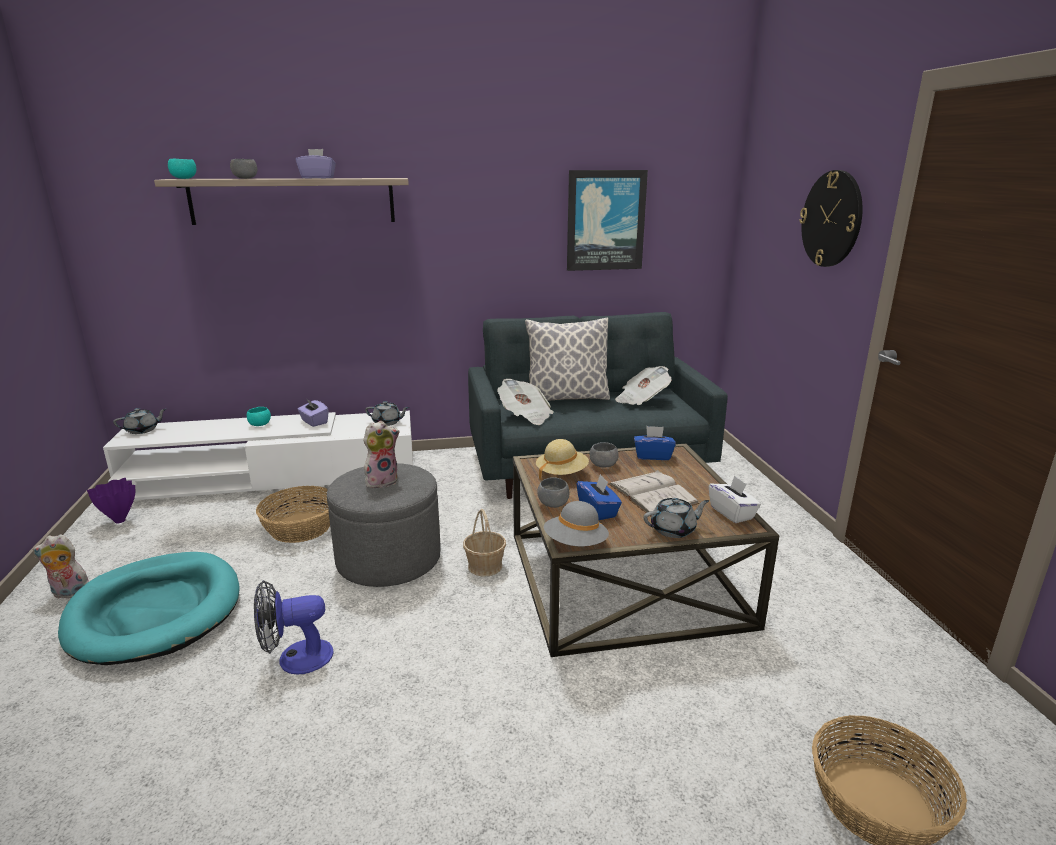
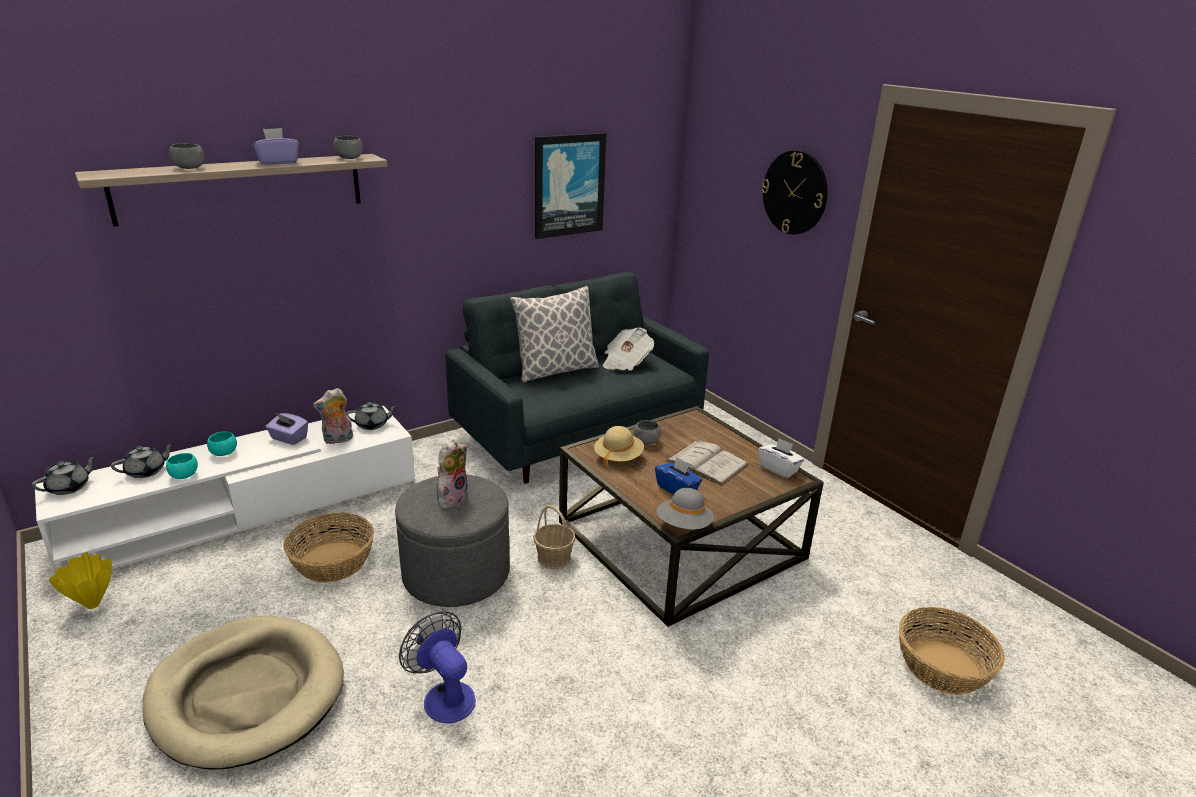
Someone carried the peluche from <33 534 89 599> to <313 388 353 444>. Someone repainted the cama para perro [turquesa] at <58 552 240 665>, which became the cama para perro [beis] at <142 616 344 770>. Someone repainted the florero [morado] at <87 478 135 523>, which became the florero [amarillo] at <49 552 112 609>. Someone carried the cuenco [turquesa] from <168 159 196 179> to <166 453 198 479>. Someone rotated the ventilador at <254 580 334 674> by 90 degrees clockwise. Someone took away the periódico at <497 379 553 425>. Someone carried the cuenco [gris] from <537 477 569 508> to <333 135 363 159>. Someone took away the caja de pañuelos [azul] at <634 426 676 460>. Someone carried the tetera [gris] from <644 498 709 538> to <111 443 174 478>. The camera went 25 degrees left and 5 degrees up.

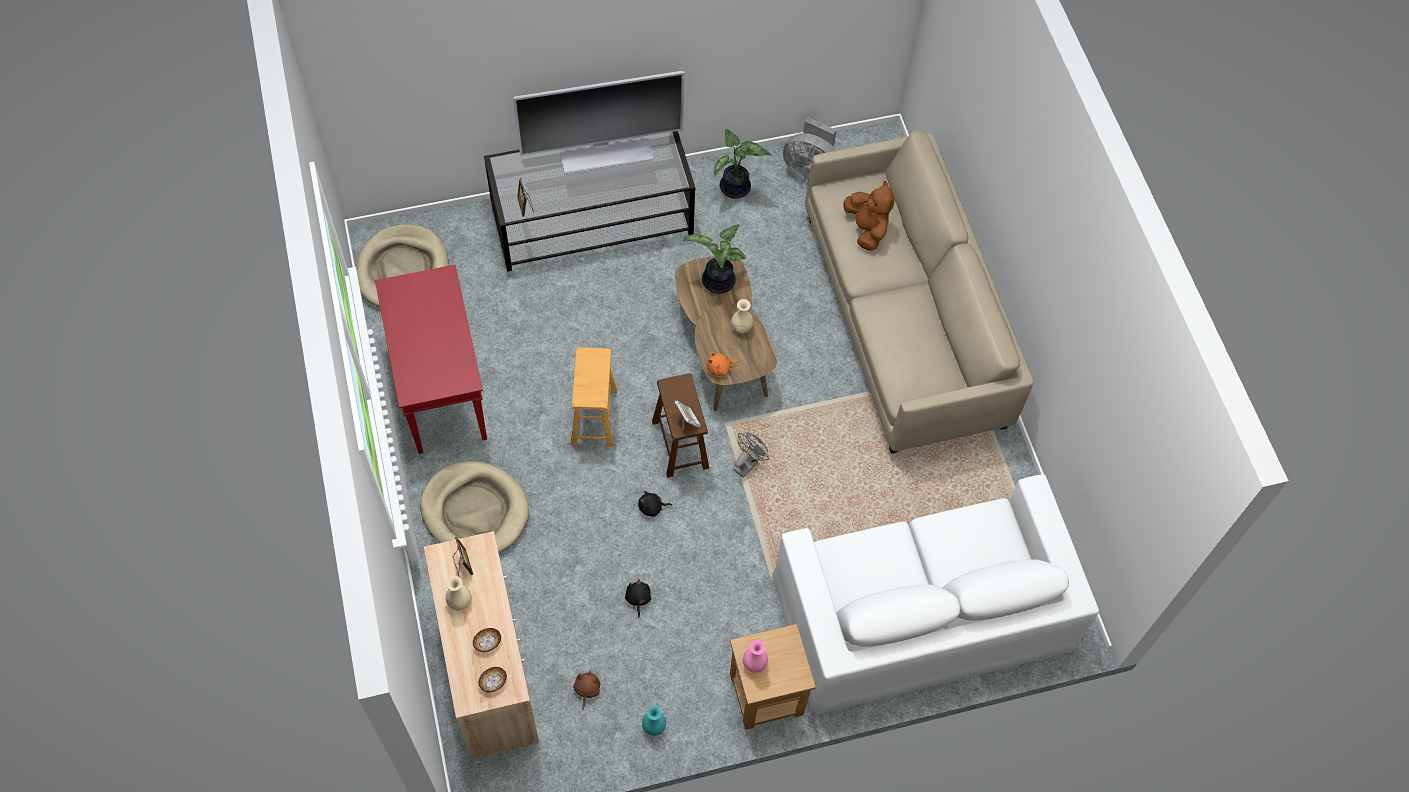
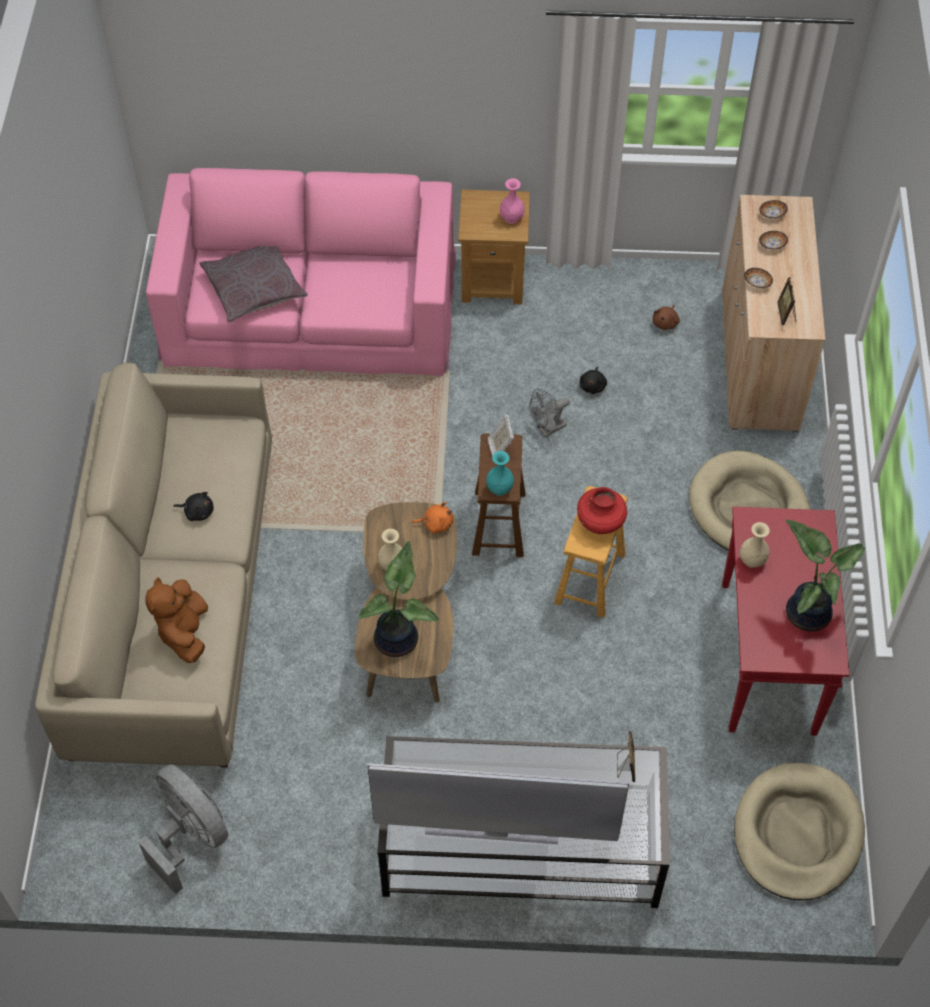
Someone carried the florero [beis] from <446 576 472 611> to <740 522 770 568>. Someone carried the peluche [negro] from <638 491 672 517> to <173 492 214 521>. Someone carried the florero [turquesa] from <642 705 666 736> to <486 451 514 496>. Someone carried the planta en maceta from <714 129 771 198> to <786 520 866 631>. Someone carried the ventilador [gris] from <733 433 769 478> to <529 389 570 437>. Someone repainted the sofá [blanco] at <772 474 1099 715>, which became the sofá [rosa] at <146 168 456 376>. Someone put down the cojín [gris] at <199 246 308 322>. Someone put down the florero [rojo] at <577 487 627 534>. Someone put down the cuenco at <744 268 773 288>. The camera went 160 degrees left and 5 degrees down.

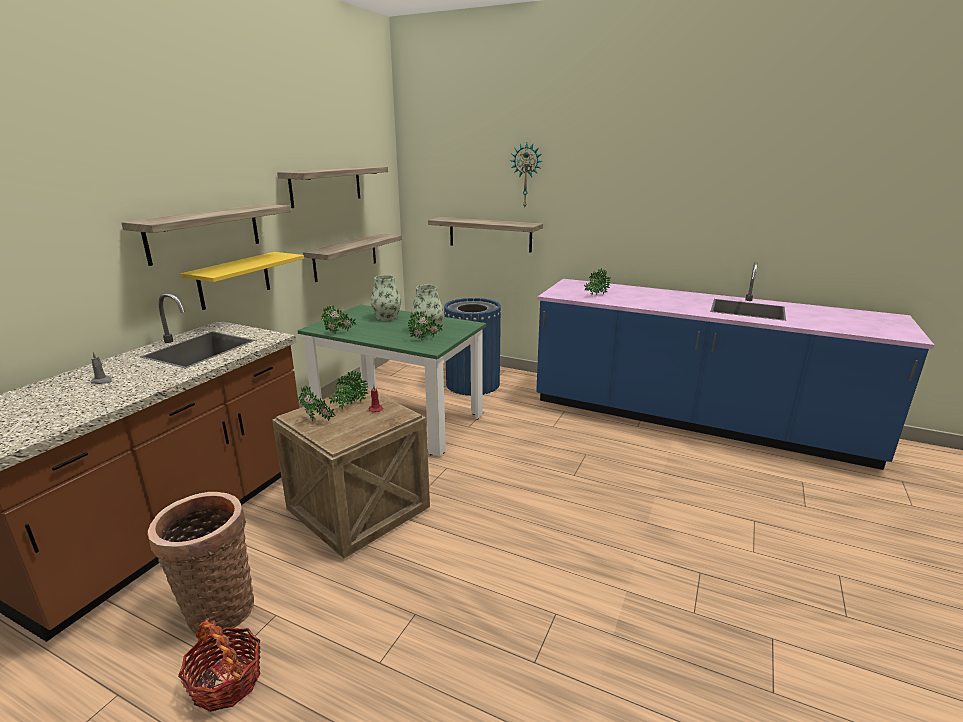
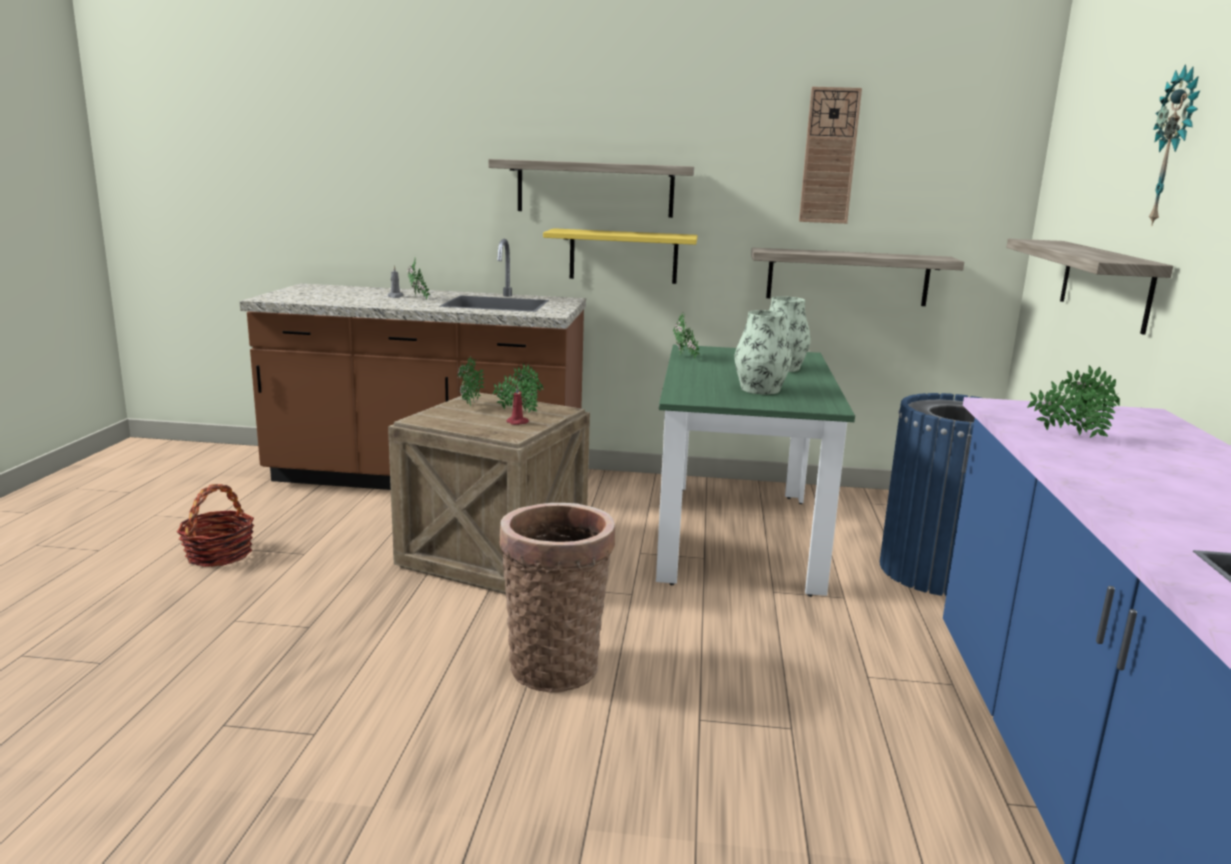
Someone carried the cesta from <147 492 254 635> to <500 503 615 693>. Someone swapped the estante at <277 166 388 208> for the reloj de pared at <799 87 862 224>. Someone carried the planta en maceta from <408 311 443 341> to <407 258 431 299>. The camera went 70 degrees right and 5 degrees down.

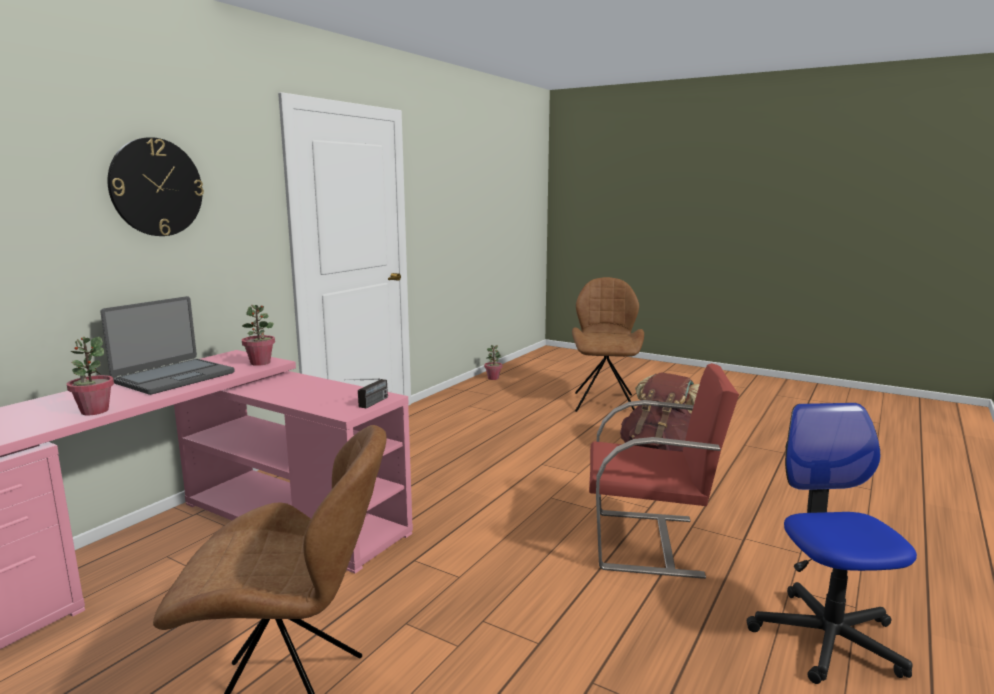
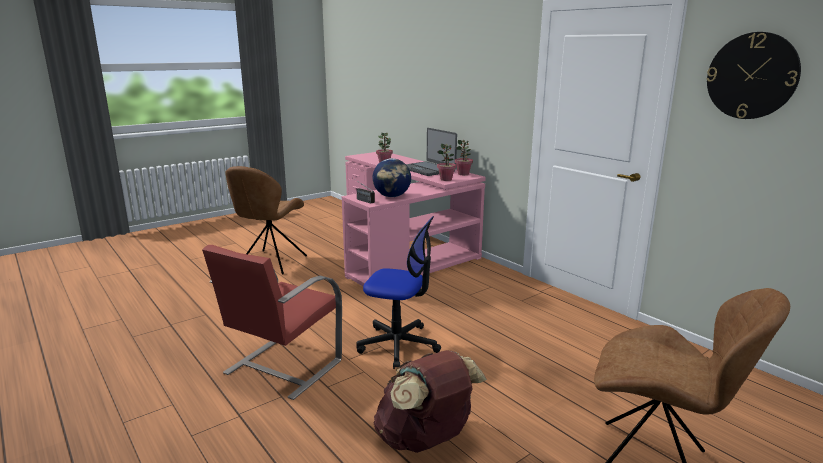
Someone carried the reloj de pared from <108 137 204 236> to <706 32 801 119>. Someone carried the planta en maceta from <484 345 502 380> to <455 140 473 175>. Someone carried the silla de oficina from <747 403 917 684> to <356 216 441 369>. Someone put down the globo terráqueo at <373 158 411 197>. The camera went 110 degrees right and 5 degrees up.

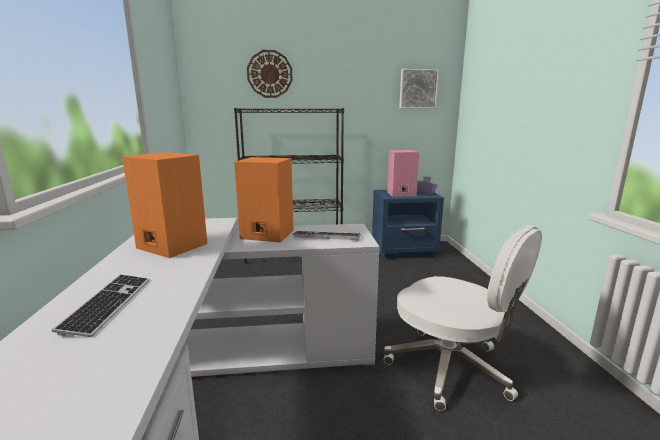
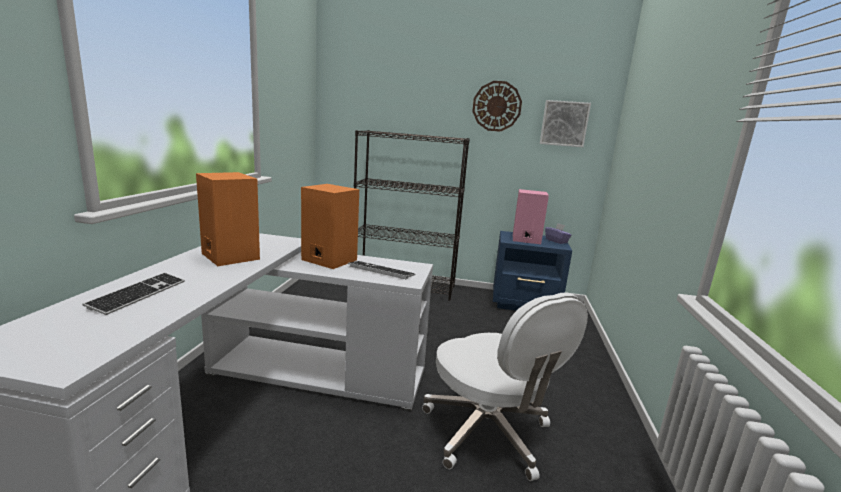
Someone carried the reloj de pared from <247 50 292 98> to <472 81 522 132>. The camera went 15 degrees right and 0 degrees up.

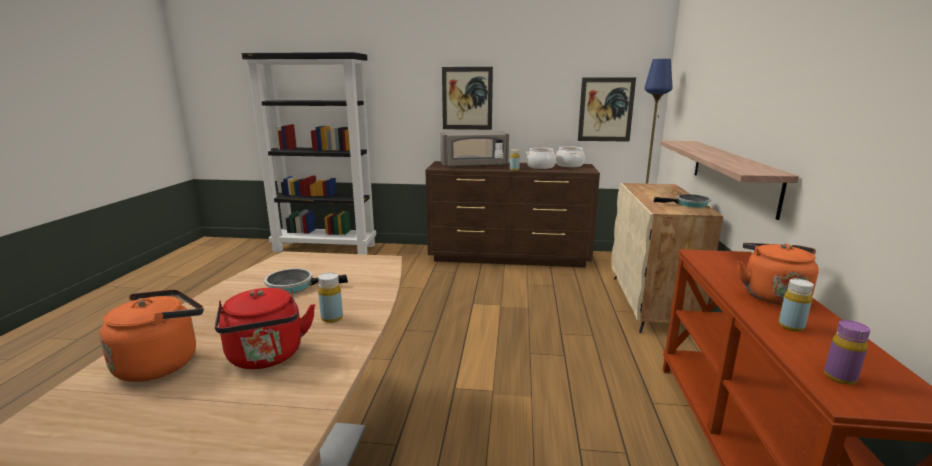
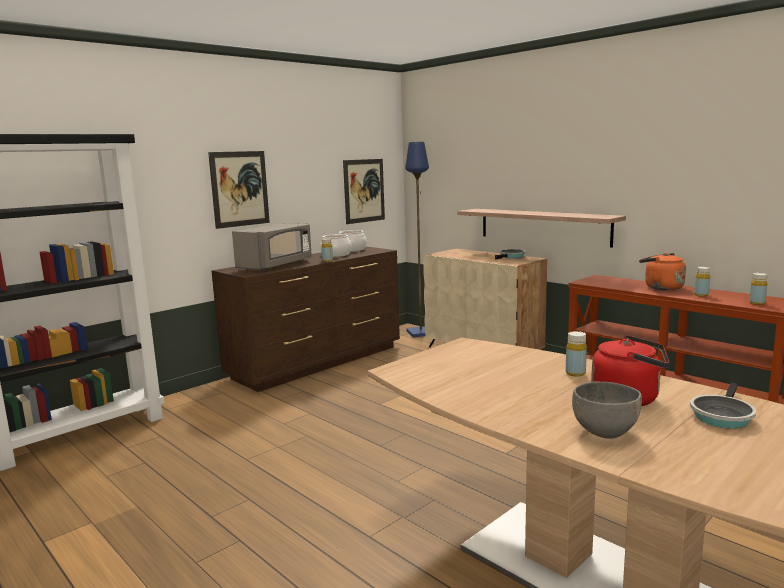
Someone swapped the hervidor [naranja] at <99 289 203 382> for the cuenco [gris] at <572 381 642 439>. Someone carried the sartén from <264 268 348 294> to <690 383 756 428>. Someone repainted the botella [morado] at <824 320 870 385>, which became the botella [amarillo] at <749 273 767 305>. The camera went 50 degrees left and 5 degrees down.

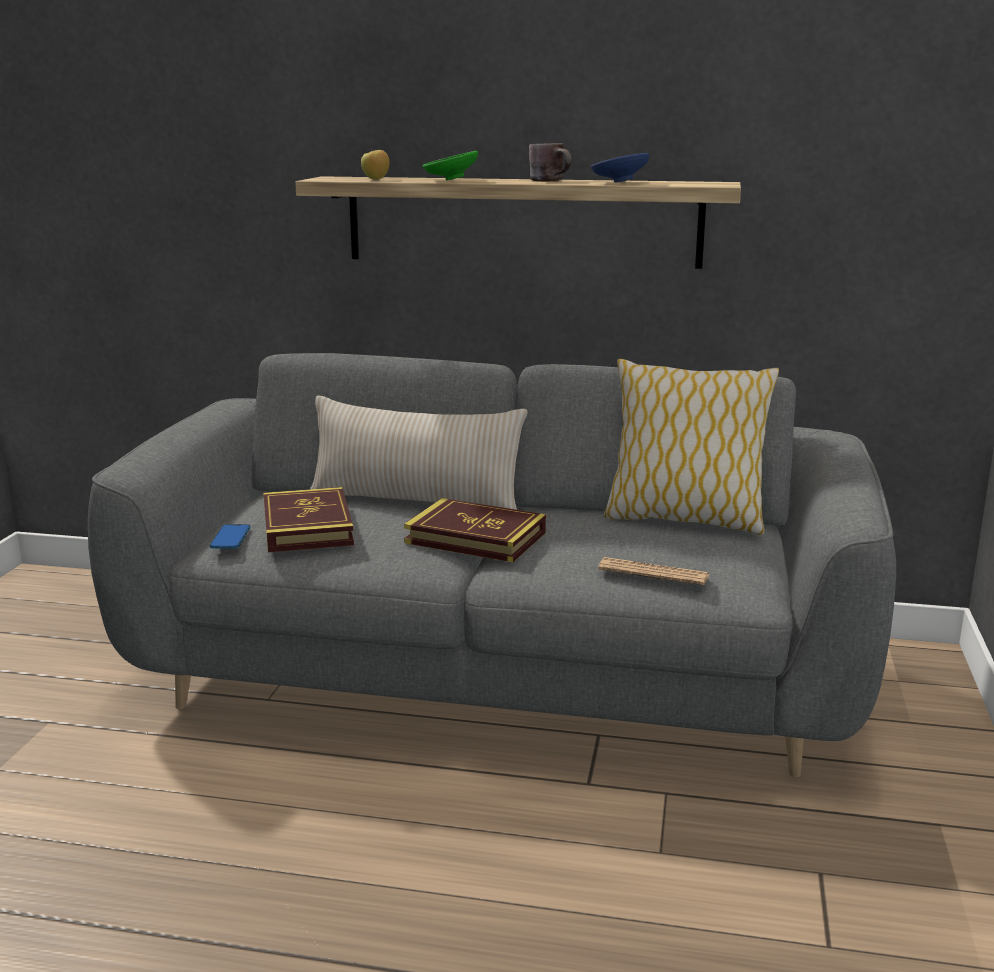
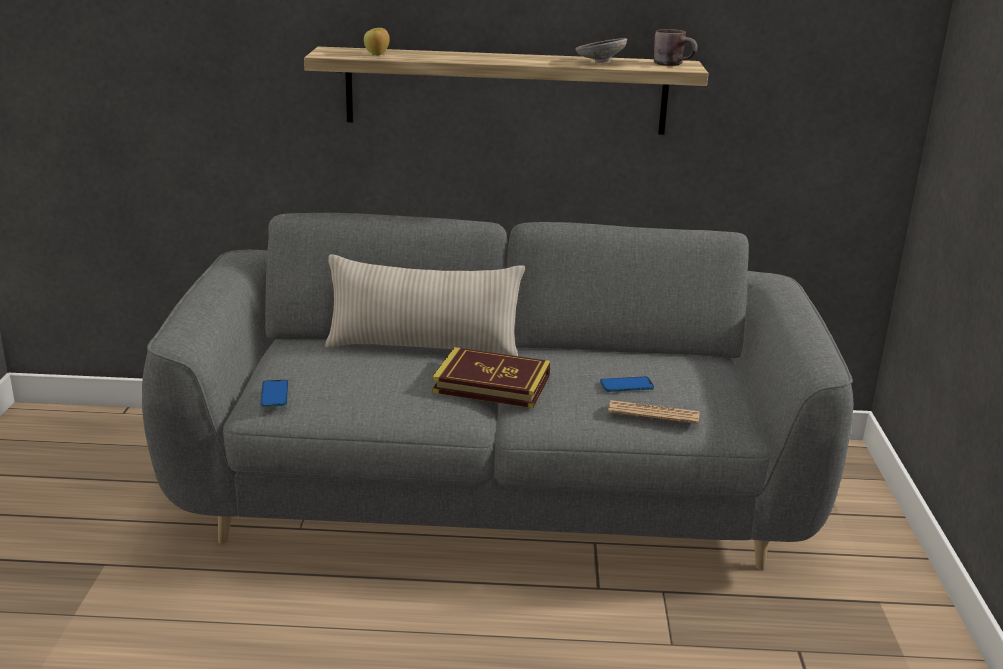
Someone took away the libro at <264 487 354 552>. Someone took away the cuenco [verde] at <423 151 478 181>. Someone carried the taza grande [marrón] from <529 143 571 182> to <654 29 697 66>. Someone repainted the cuenco [azul] at <591 153 650 183>, which became the cuenco [gris] at <575 38 627 63>. Someone took away the cojín at <604 359 779 535>. Someone put down the móvil at <600 377 654 392>. The camera went 10 degrees left and 5 degrees up.

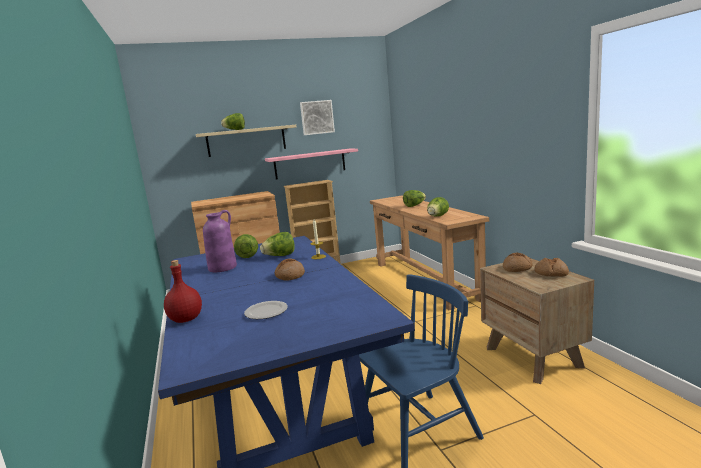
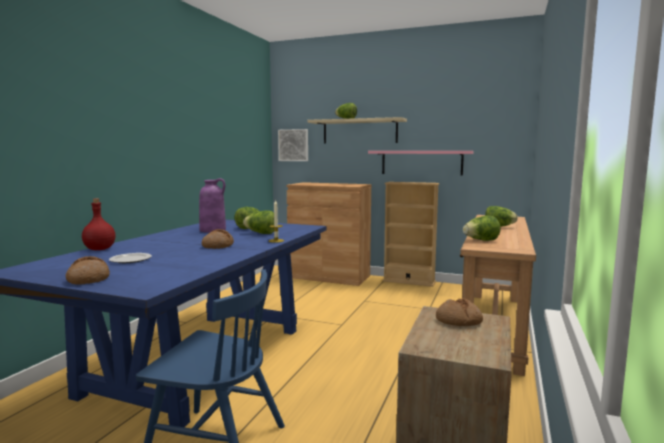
Someone carried the cuadro from <300 100 335 135> to <278 129 308 161>. Someone carried the pan from <534 258 569 277> to <66 256 110 285>. The camera went 40 degrees right and 5 degrees down.

